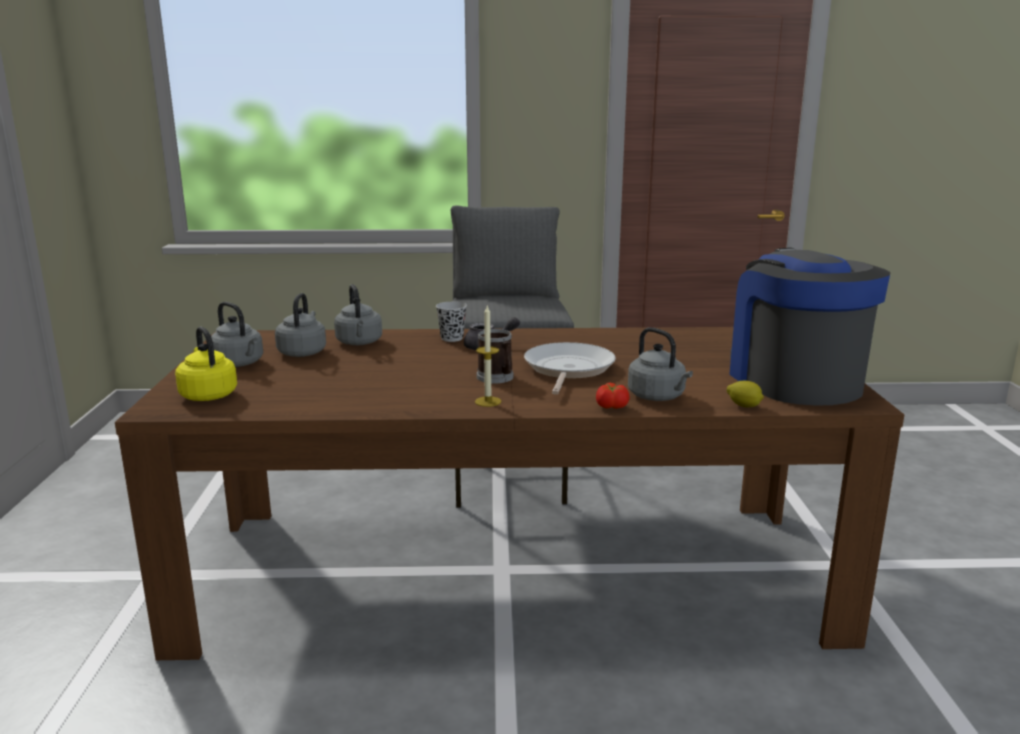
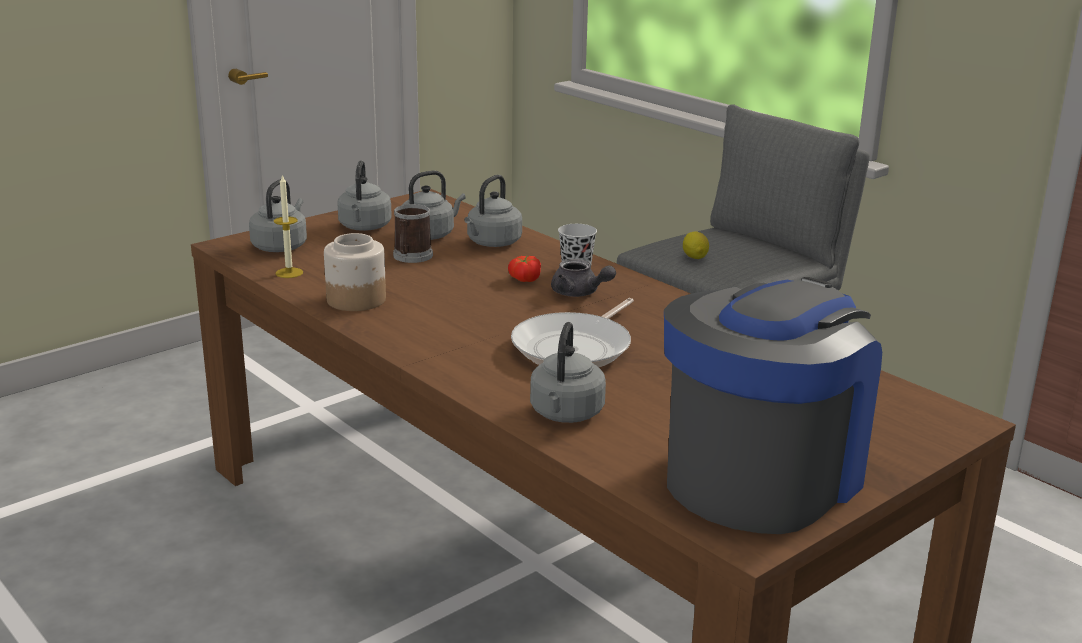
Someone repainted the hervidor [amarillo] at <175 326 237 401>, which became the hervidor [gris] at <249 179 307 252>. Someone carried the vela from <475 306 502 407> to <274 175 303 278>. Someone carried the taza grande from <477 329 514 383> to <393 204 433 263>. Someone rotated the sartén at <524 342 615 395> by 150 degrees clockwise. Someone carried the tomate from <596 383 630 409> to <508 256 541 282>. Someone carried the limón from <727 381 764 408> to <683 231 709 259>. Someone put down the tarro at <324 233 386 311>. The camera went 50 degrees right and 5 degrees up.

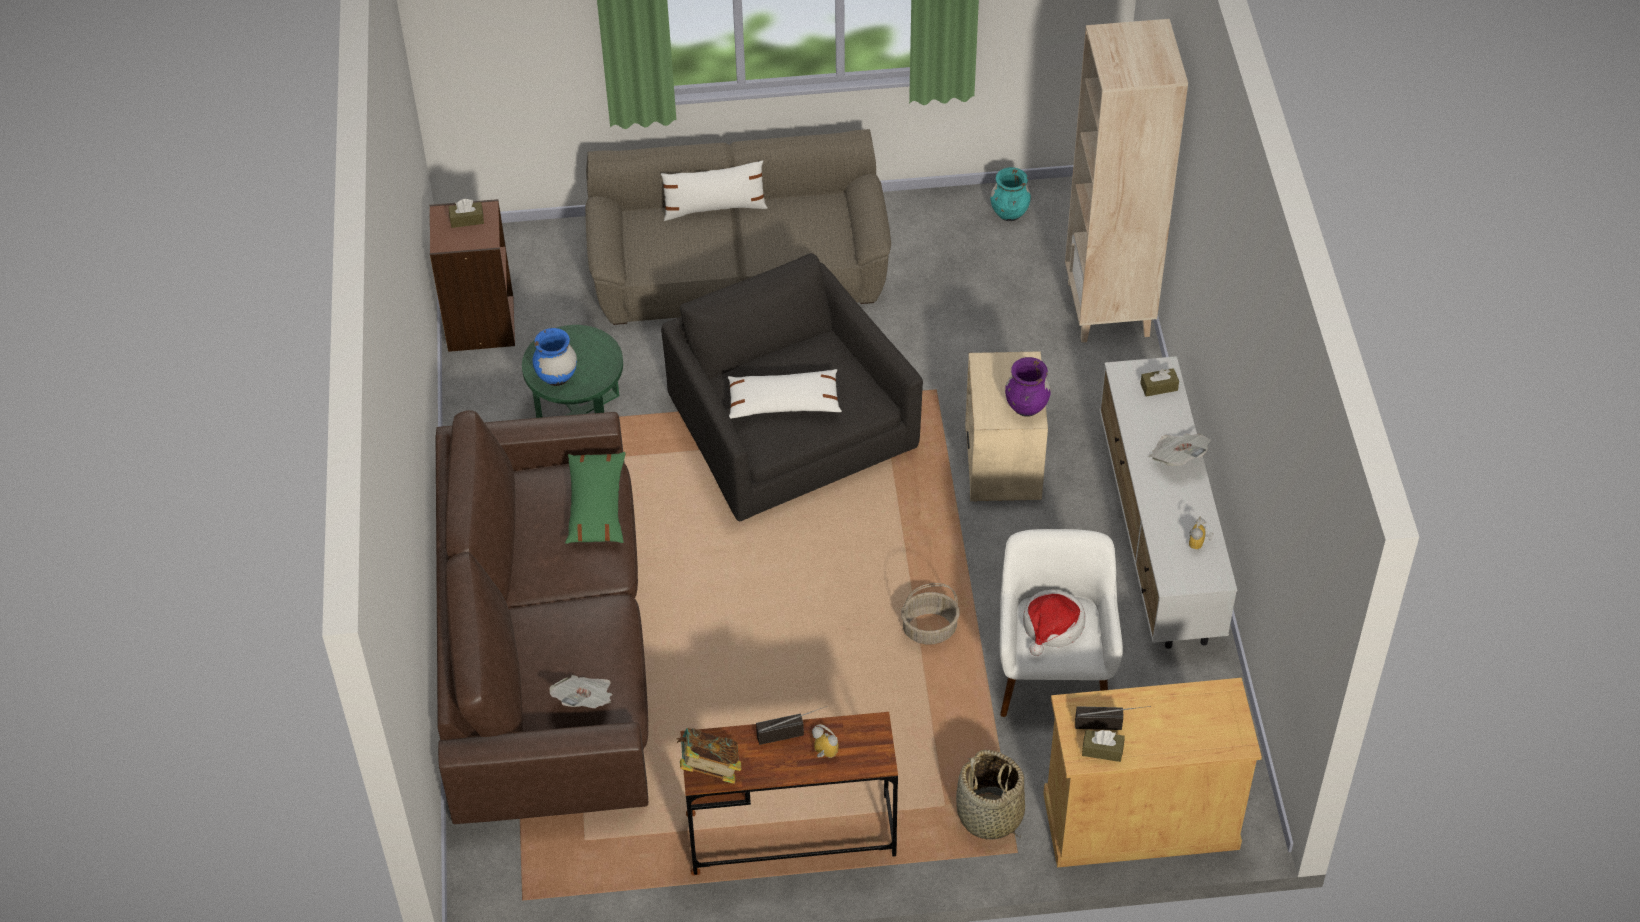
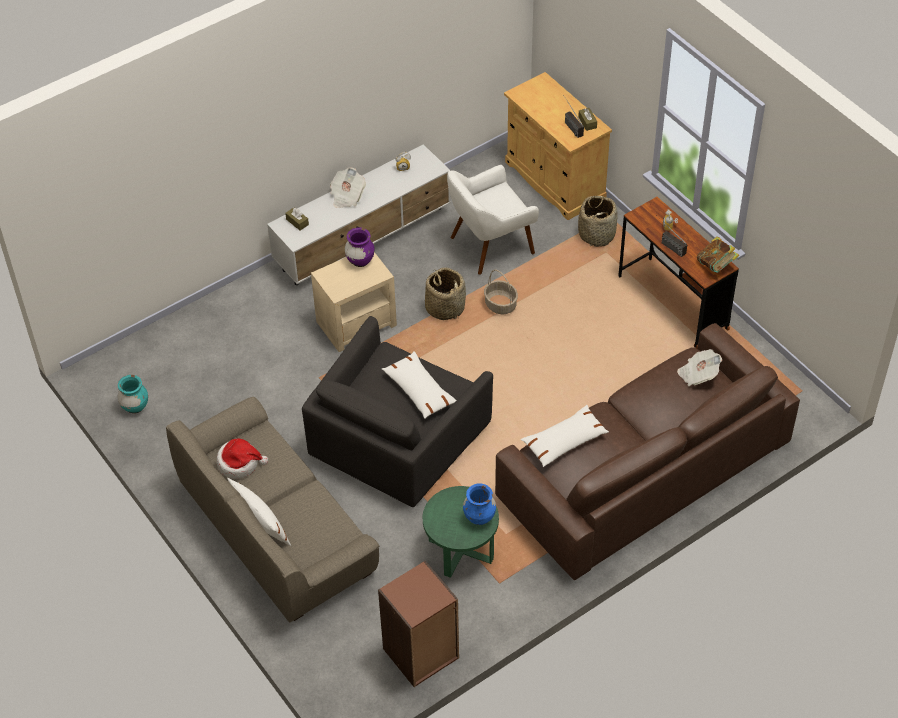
Someone took away the caja de pañuelos [marrón] at <448 199 484 228>. Someone repainted the cojín [verde] at <565 452 625 544>, which became the cojín [blanco] at <520 405 609 467>. Someone carried the sombrero from <1023 590 1086 656> to <217 438 268 479>. Someone took away the estantería [beis] at <1065 19 1188 343>. Someone put down the cesta at <425 267 466 320>. The camera went 120 degrees left and 0 degrees up.

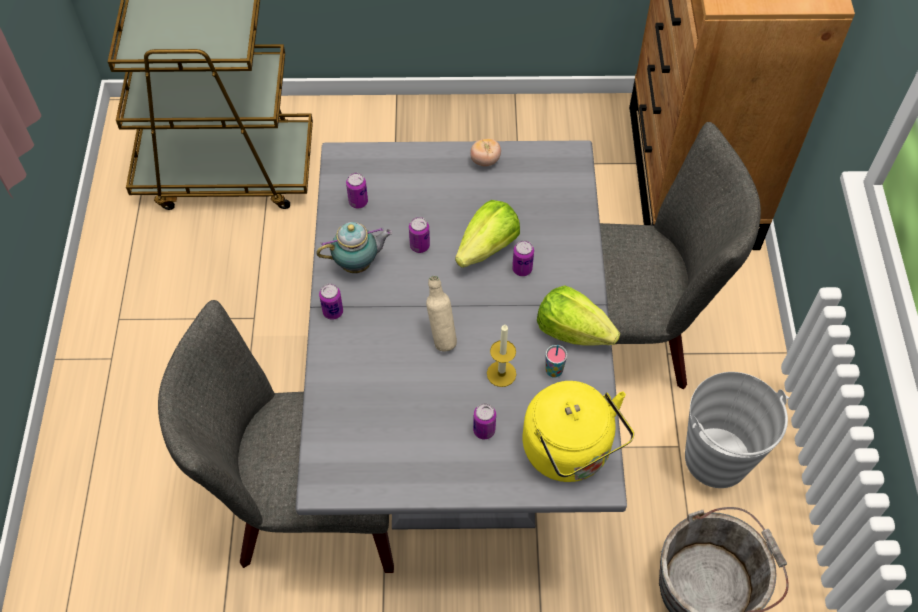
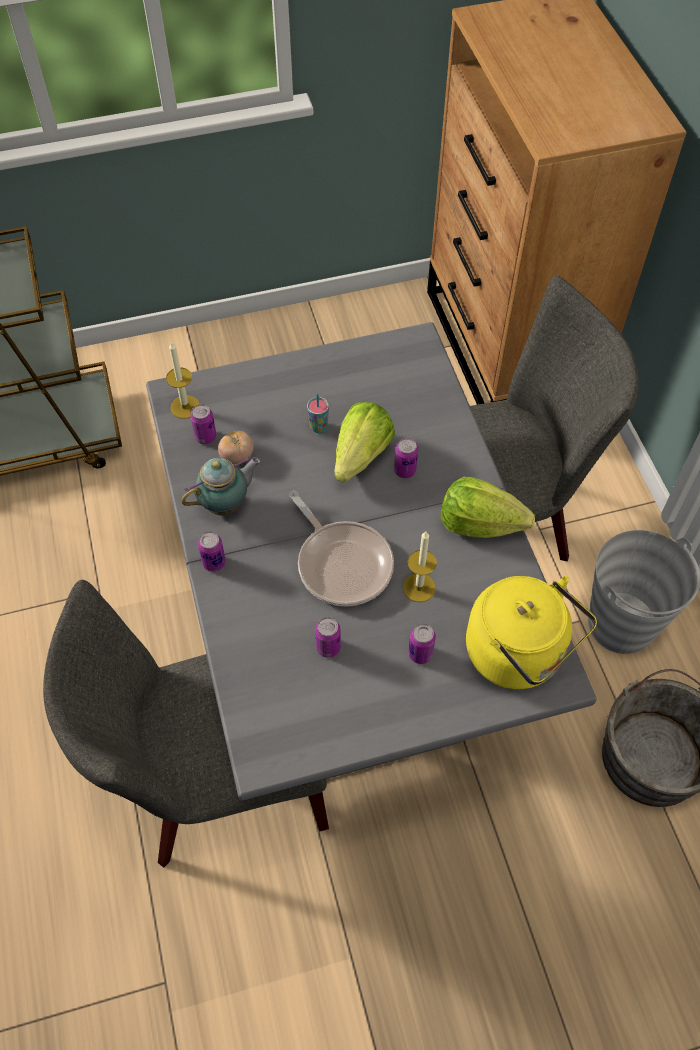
Someone carried the lata from <409 217 430 253> to <315 617 341 658>. Someone swapped the botella [beis] at <426 276 457 351> for the sartén at <288 491 394 607>. Someone carried the tomate from <470 138 501 166> to <218 431 254 464>. Someone carried the taza from <545 345 567 378> to <307 393 329 433>. Someone put down the vela at <166 342 200 419>. The camera went 15 degrees left and 0 degrees up.

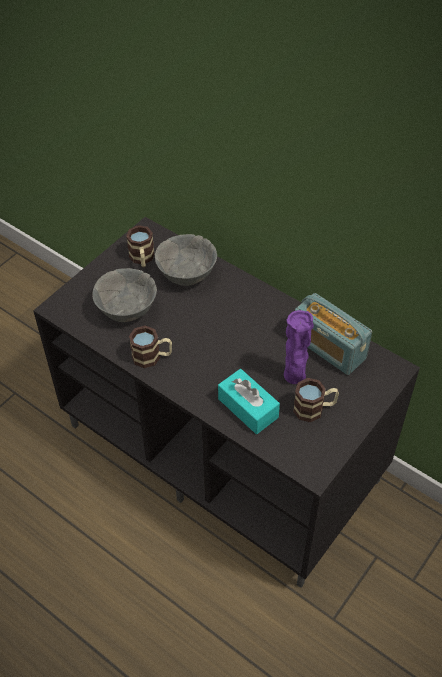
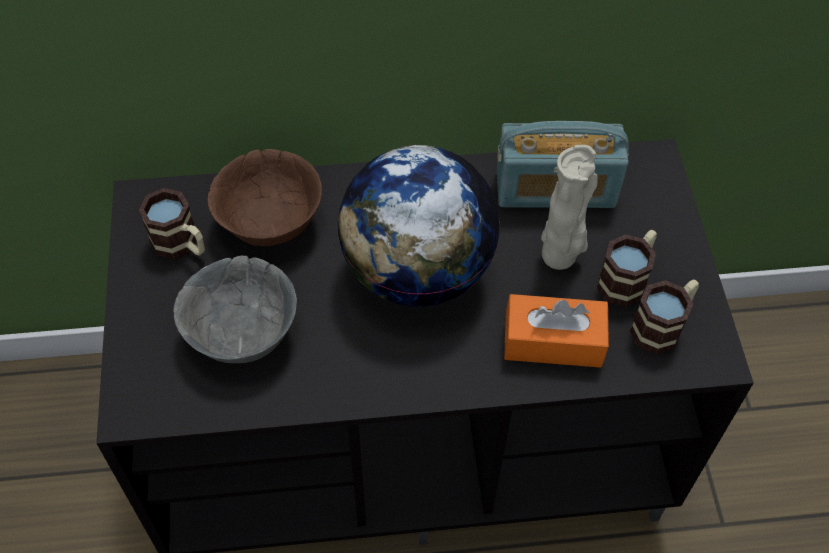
Someone carried the taza grande from <129 326 172 368> to <630 279 699 354>. Someone repainted the cuenco [gris] at <155 234 217 286>, which became the cuenco [marrón] at <208 149 322 246>. Someone repainted the caja de pañuelos [turquesa] at <218 369 280 434>, which became the caja de pañuelos [naranja] at <504 294 609 368>. Someone repainted the florero [morado] at <284 310 314 384>, which became the florero [beis] at <541 145 598 270>. Someone put down the globo terráqueo at <337 145 500 307>. The camera went 45 degrees left and 5 degrees up.

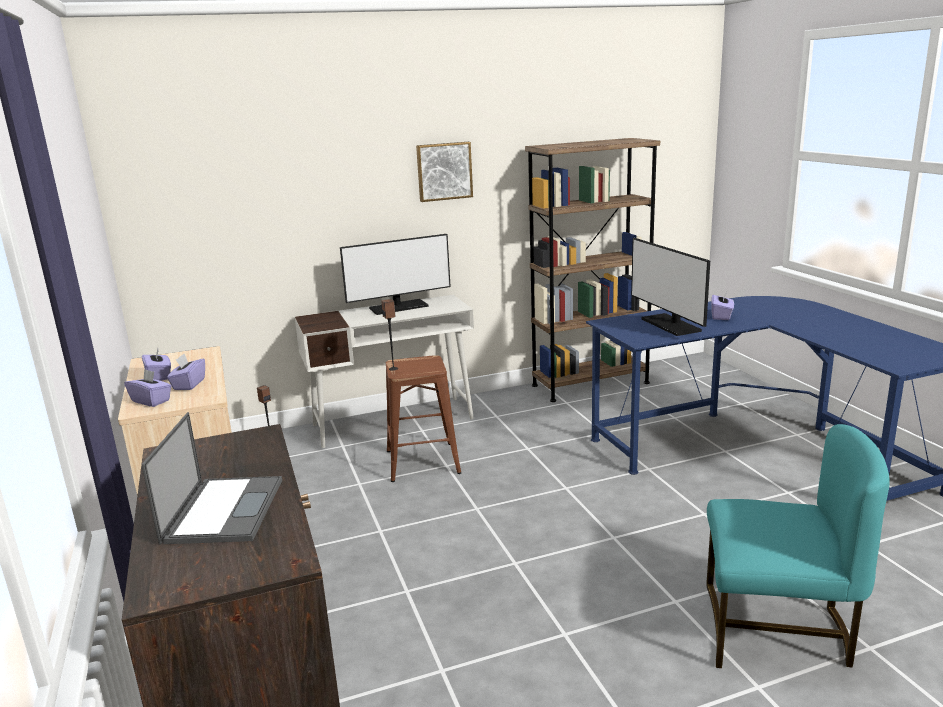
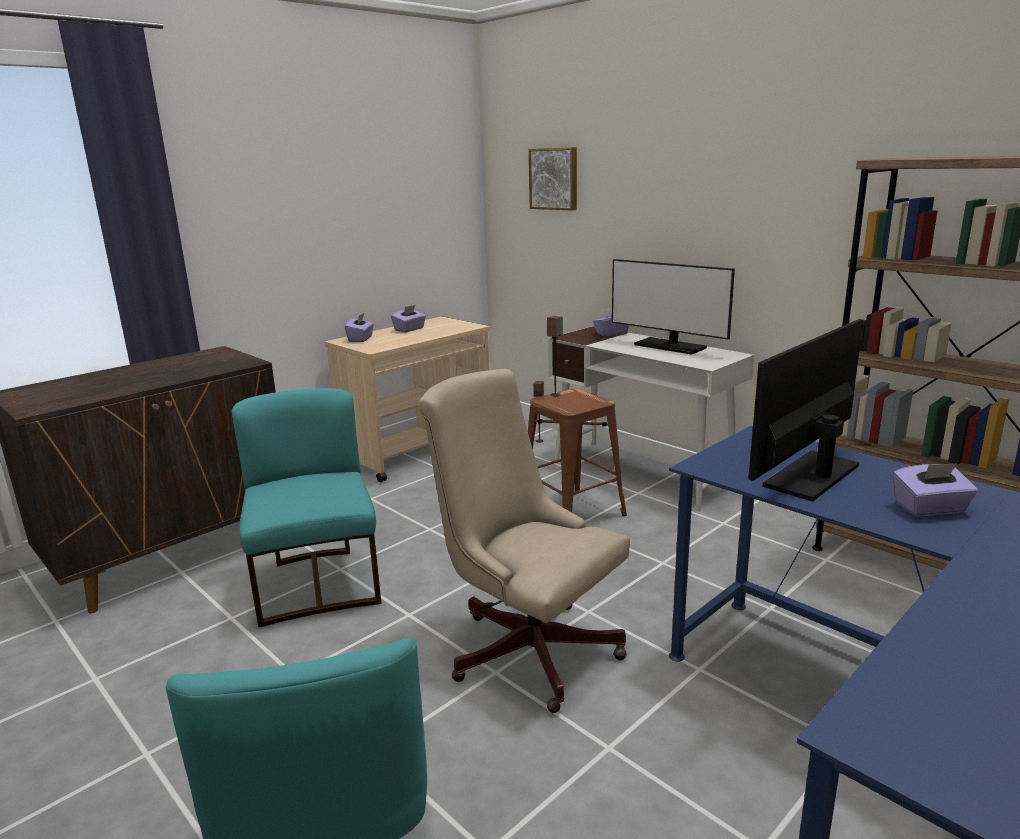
Someone took away the portátil at <141 412 282 545>. Someone carried the caja de pañuelos [morado] from <167 354 205 390> to <593 308 629 337>. Someone carried the cuadro from <416 142 473 202> to <529 147 577 211>. Someone put down the silla [turquesa] at <232 388 382 627>. Someone put down the silla de oficina [beis] at <418 369 630 713>. The camera went 65 degrees right and 0 degrees up.

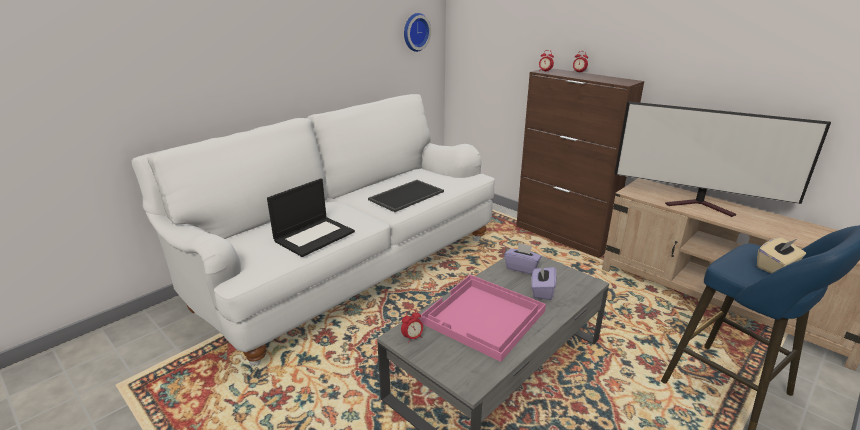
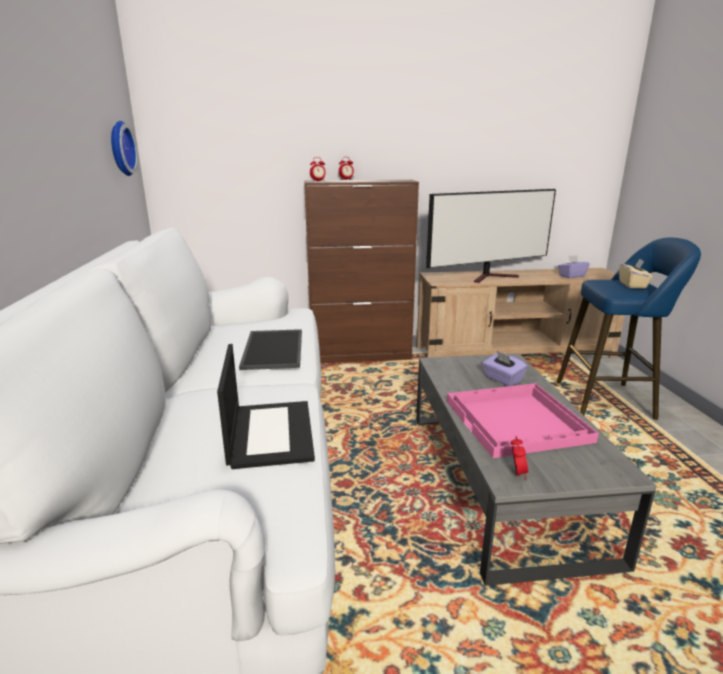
Someone carried the caja de pañuelos [morado] from <504 242 542 274> to <558 255 590 278>. The camera went 50 degrees left and 5 degrees down.

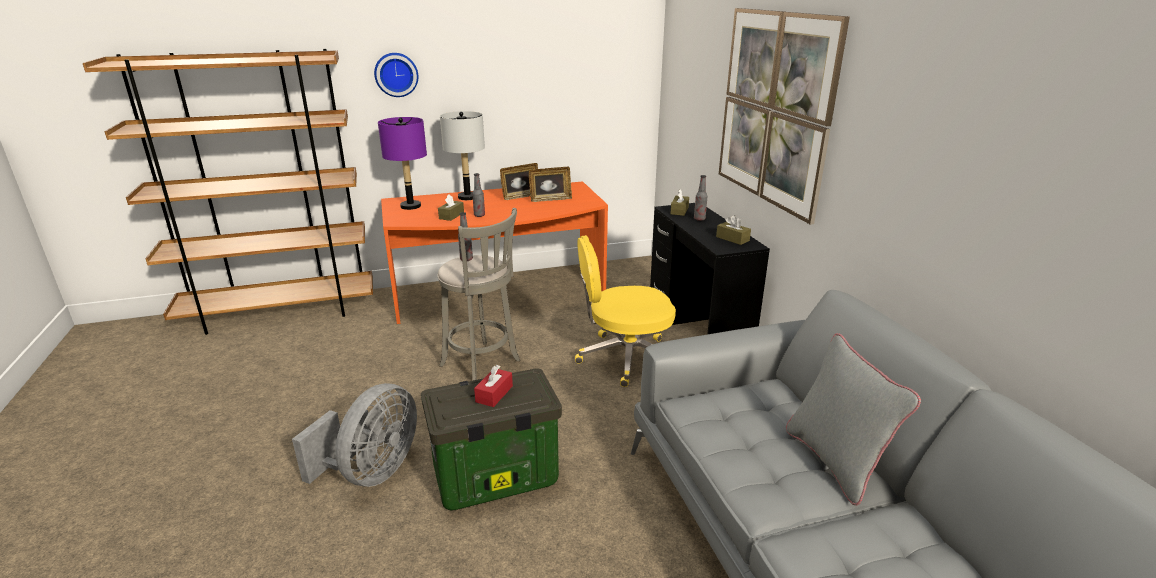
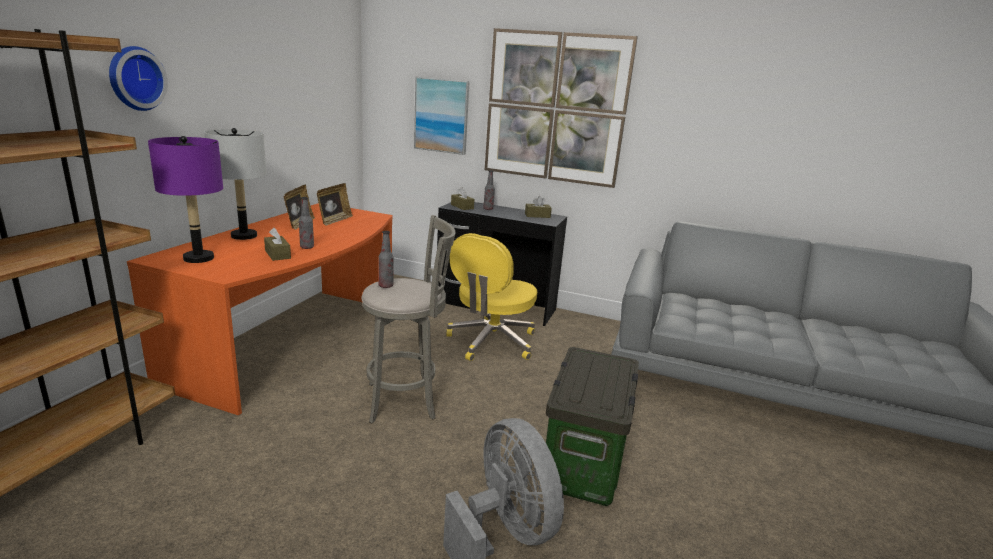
Someone took away the caja de pañuelos [rojo] at <474 365 513 407>. Someone took away the cojín [gris] at <786 333 921 506>. Someone put up the cuadro at <414 77 470 155>. The camera went 55 degrees left and 5 degrees down.

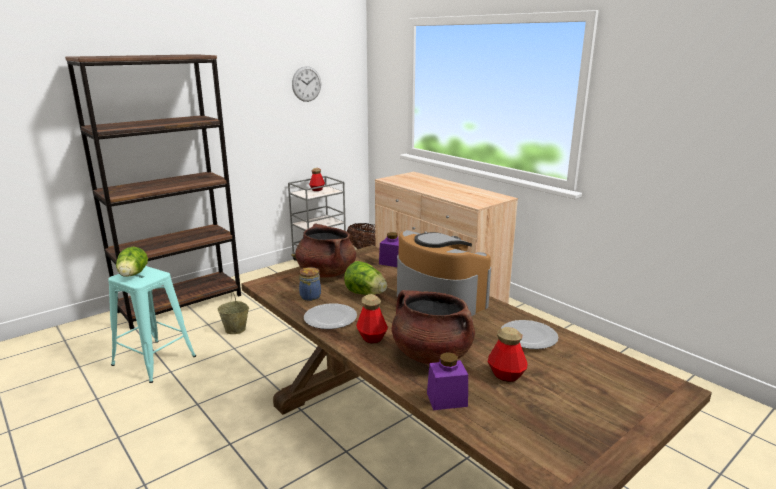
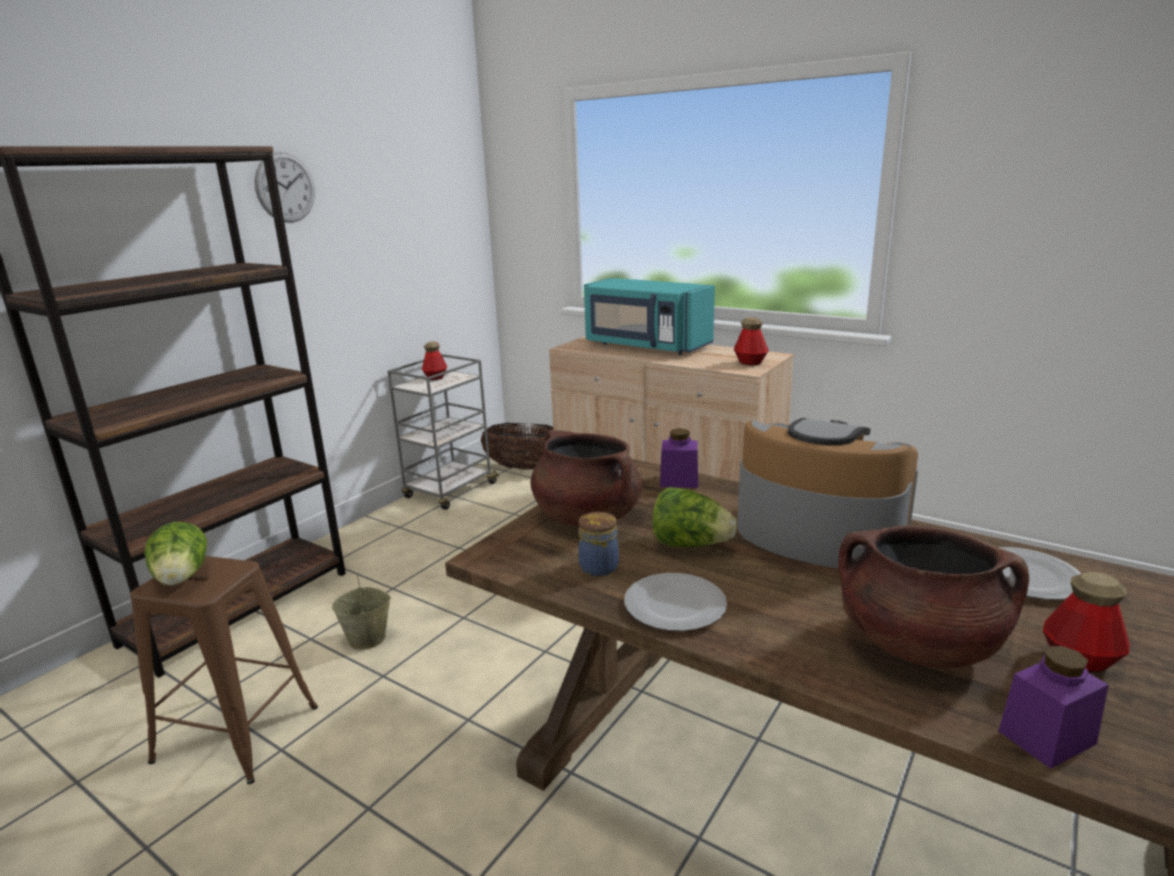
Someone repainted the taburete [turquesa] at <108 266 196 383>, which became the taburete [marrón] at <130 556 318 784>. Someone carried the reloj de pared from <292 66 321 102> to <254 152 315 223>. Someone carried the botella from <356 294 388 343> to <734 317 769 365>. Someone put down the microondas [turquesa] at <584 278 715 355>. The camera went 15 degrees left and 0 degrees up.

